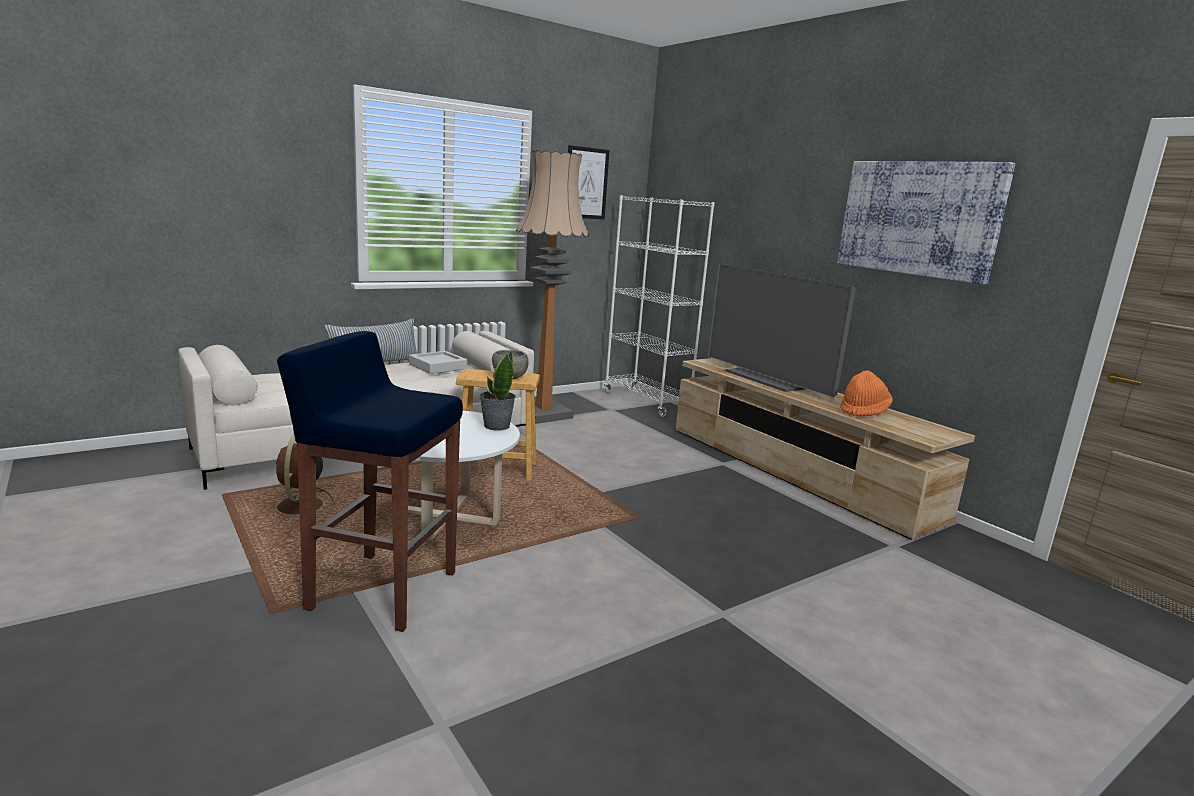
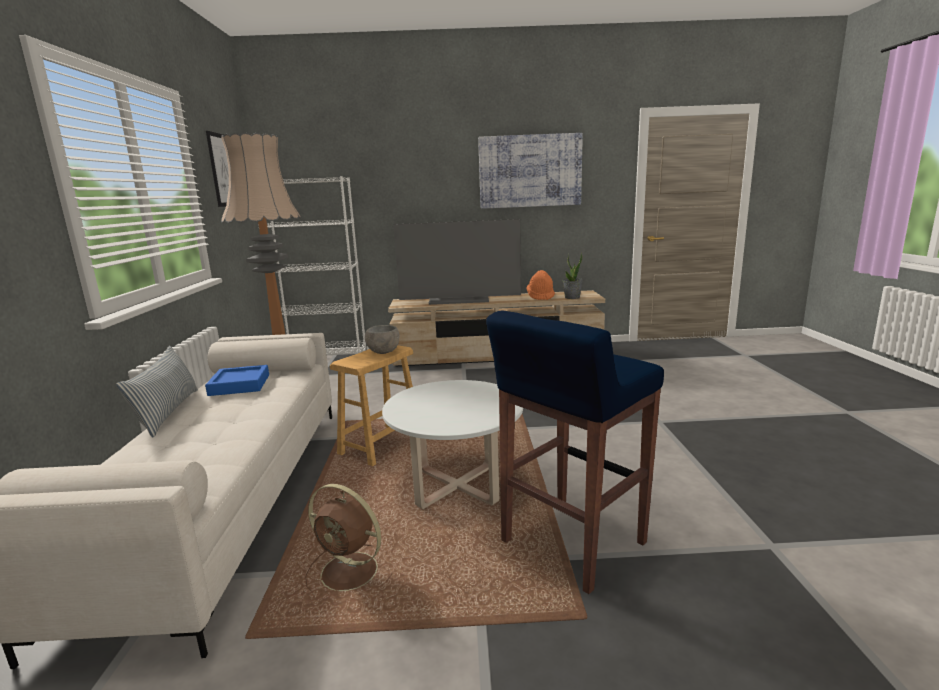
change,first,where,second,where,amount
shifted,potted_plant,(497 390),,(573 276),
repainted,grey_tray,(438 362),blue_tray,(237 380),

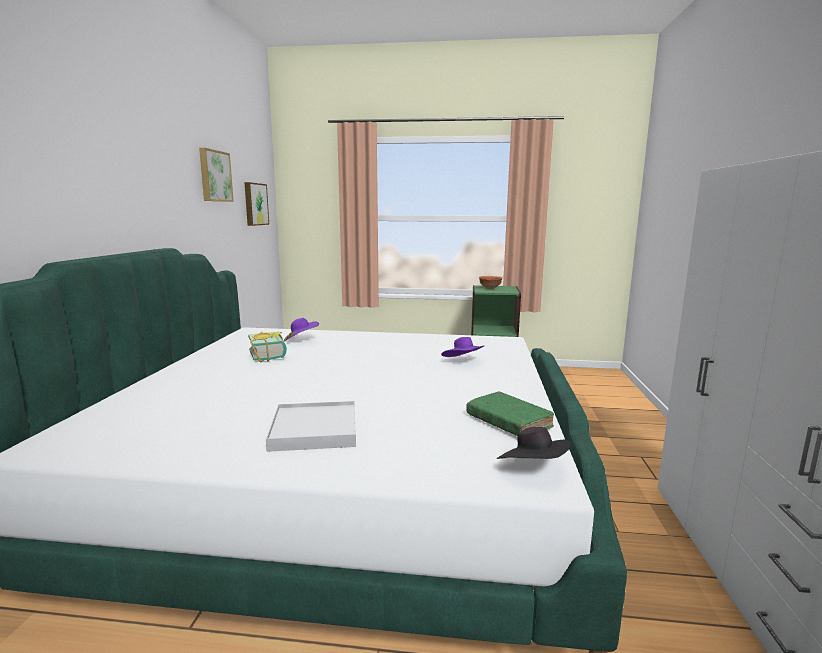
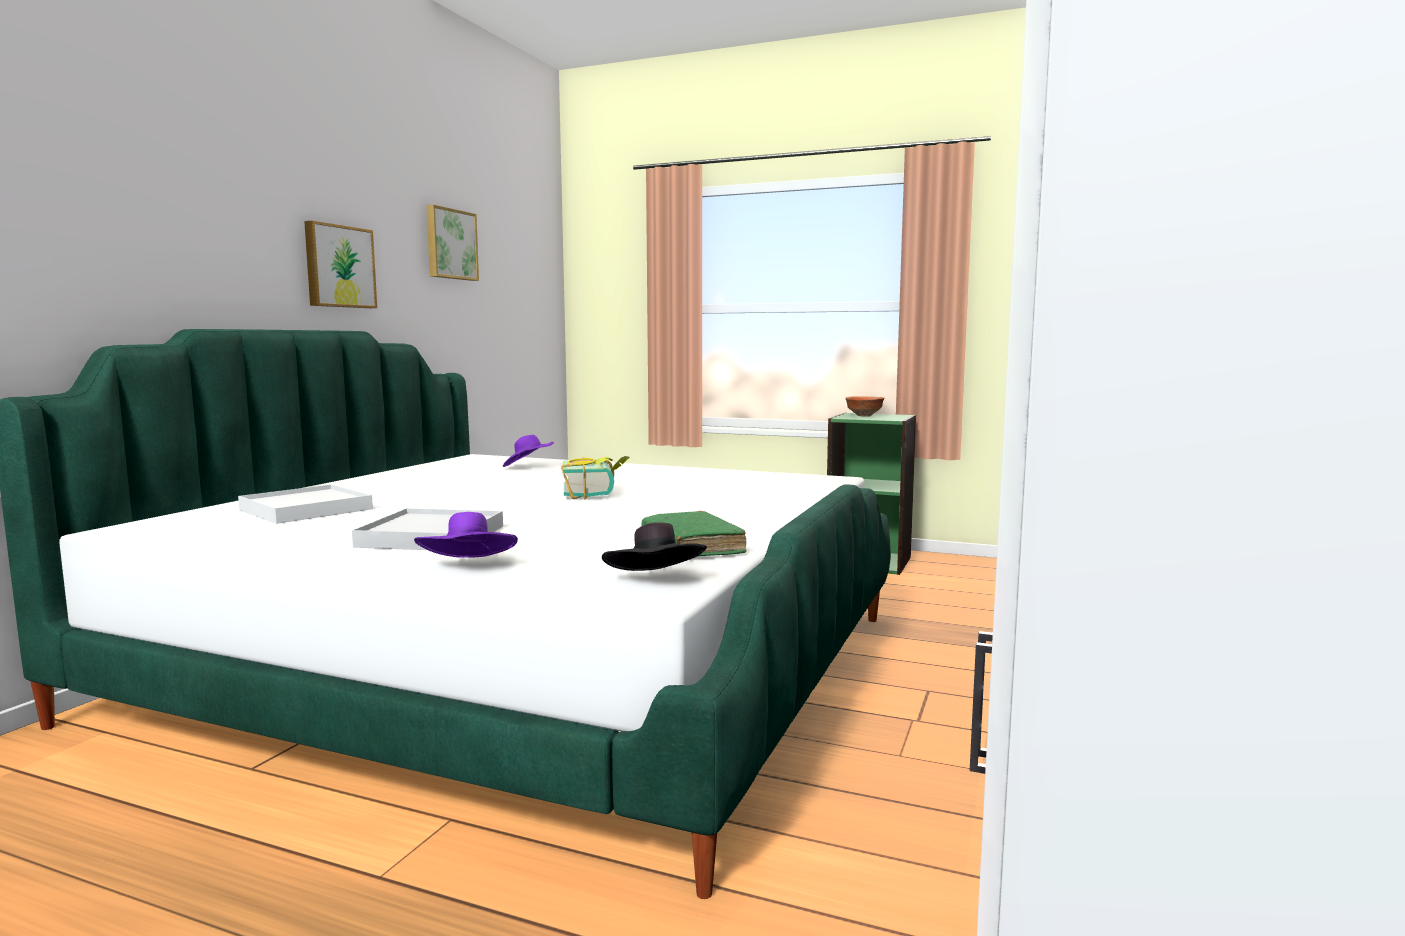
change,first,where,second,where,amount
new,,,white_tray,(305 504),
shifted,picture,(256 204),,(340 264),
shifted,book,(271 347),,(595 477),
shifted,purple_hat,(462 347),,(466 535),

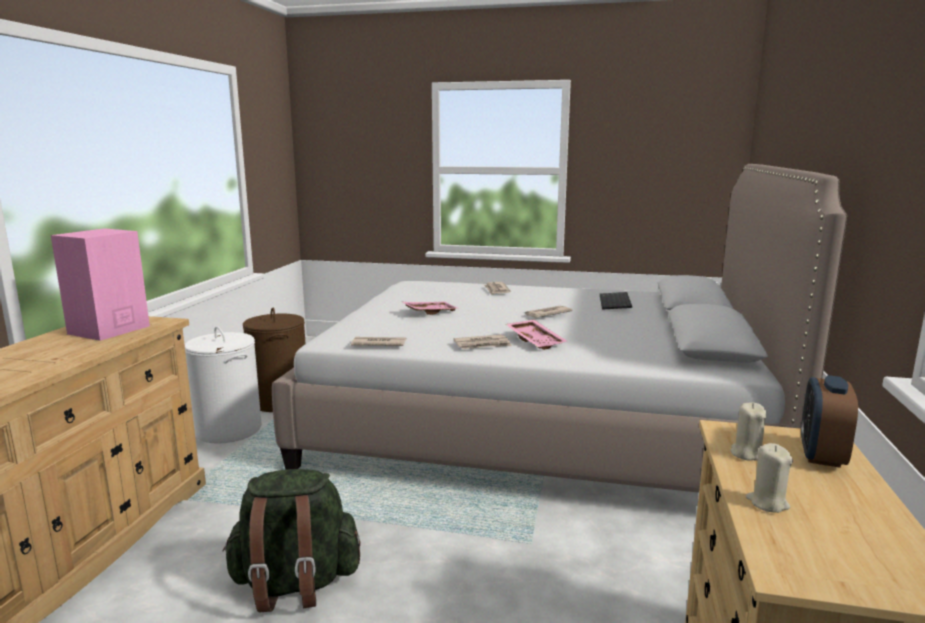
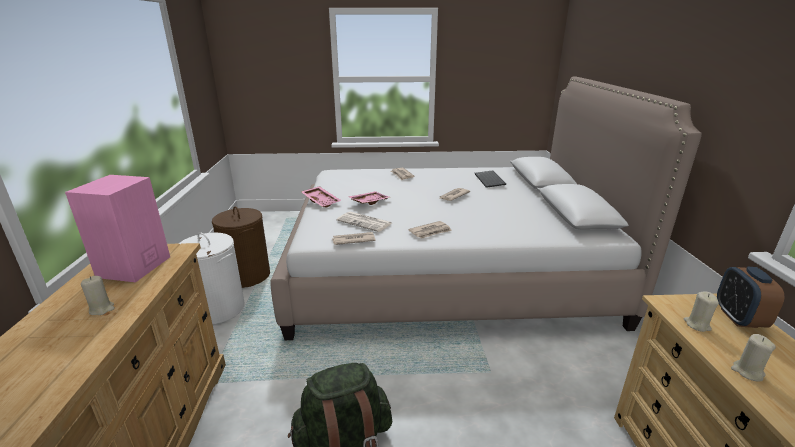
change,first,where,second,where,amount
new,,,beige_candle,(98 295),
new,,,newspaper,(364 221),
shifted,pink_tray,(536 335),,(321 197),

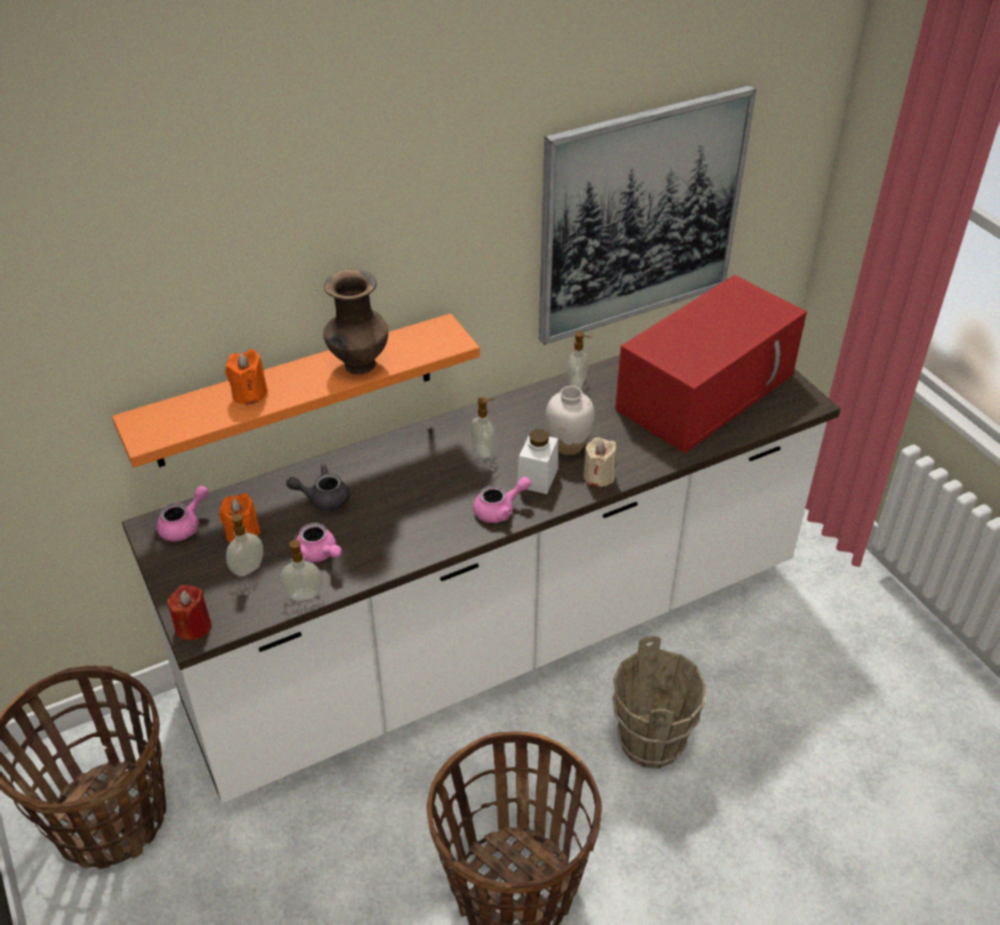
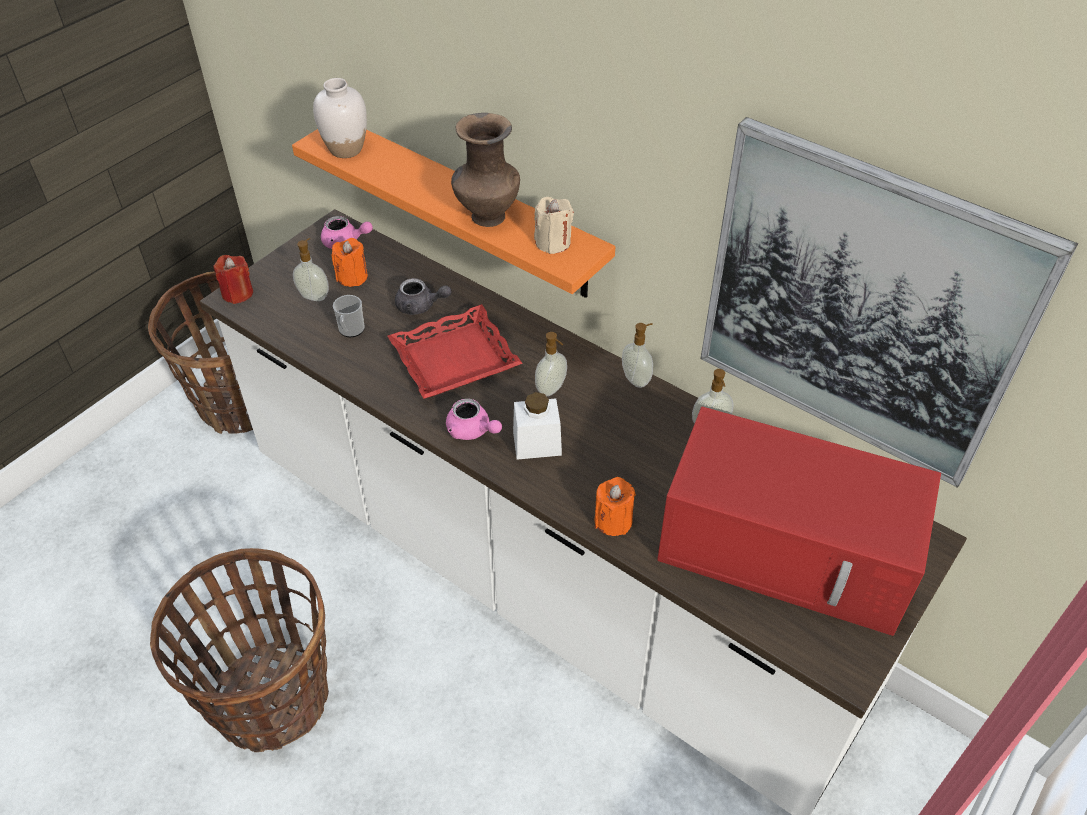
change,first,where,second,where,amount
gone,brown_bucket,(660 702),,,
new,,,red_tray,(455 351),
shifted,orange_candle,(246 377),,(615 506),
shifted,soap_dispenser,(301 567),,(637 355),
shifted,white_vase,(570 420),,(340 118),
shifted,beige_candle,(599 462),,(554 225),
swapped,pink_teapot,(316 542),mug,(349 316),
rotated,grey_teapot,(318 487),,(423 296),135 degrees clockwise

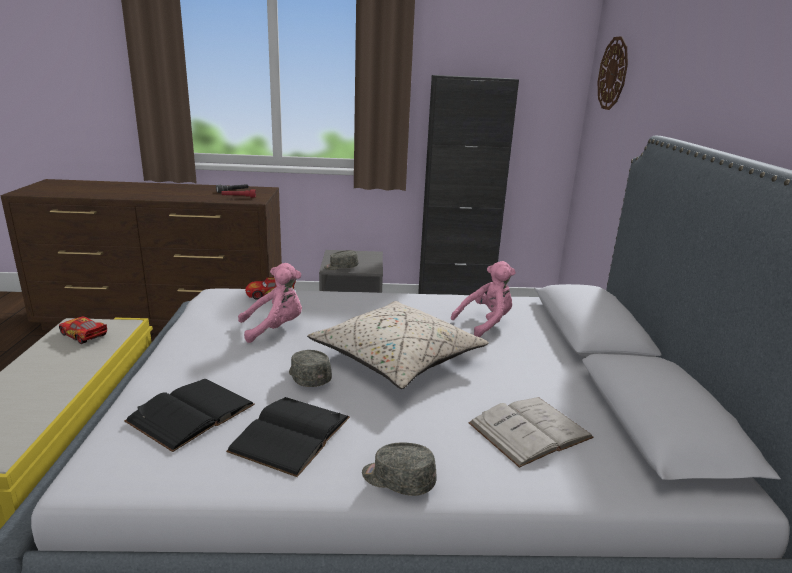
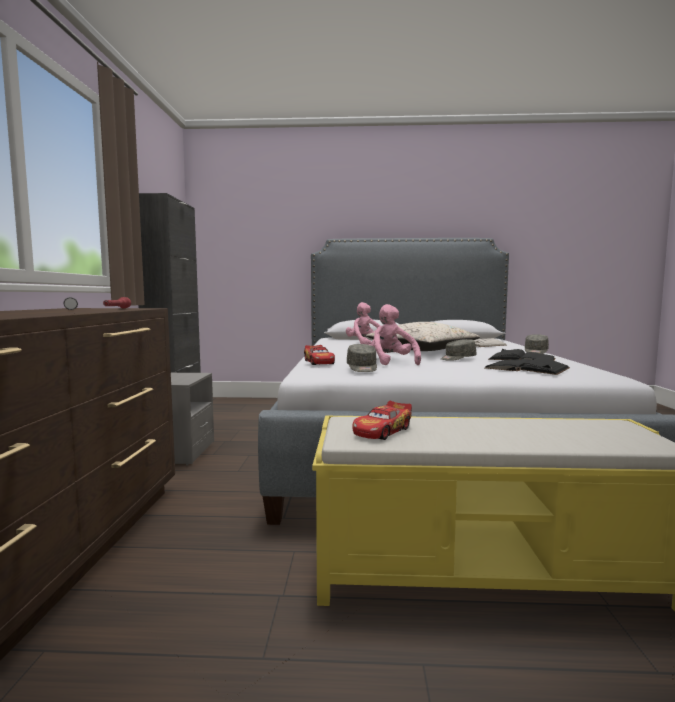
change,first,where,second,where,amount
gone,wall_clock,(613 73),,,
shifted,grey_cap,(341 260),,(362 358),

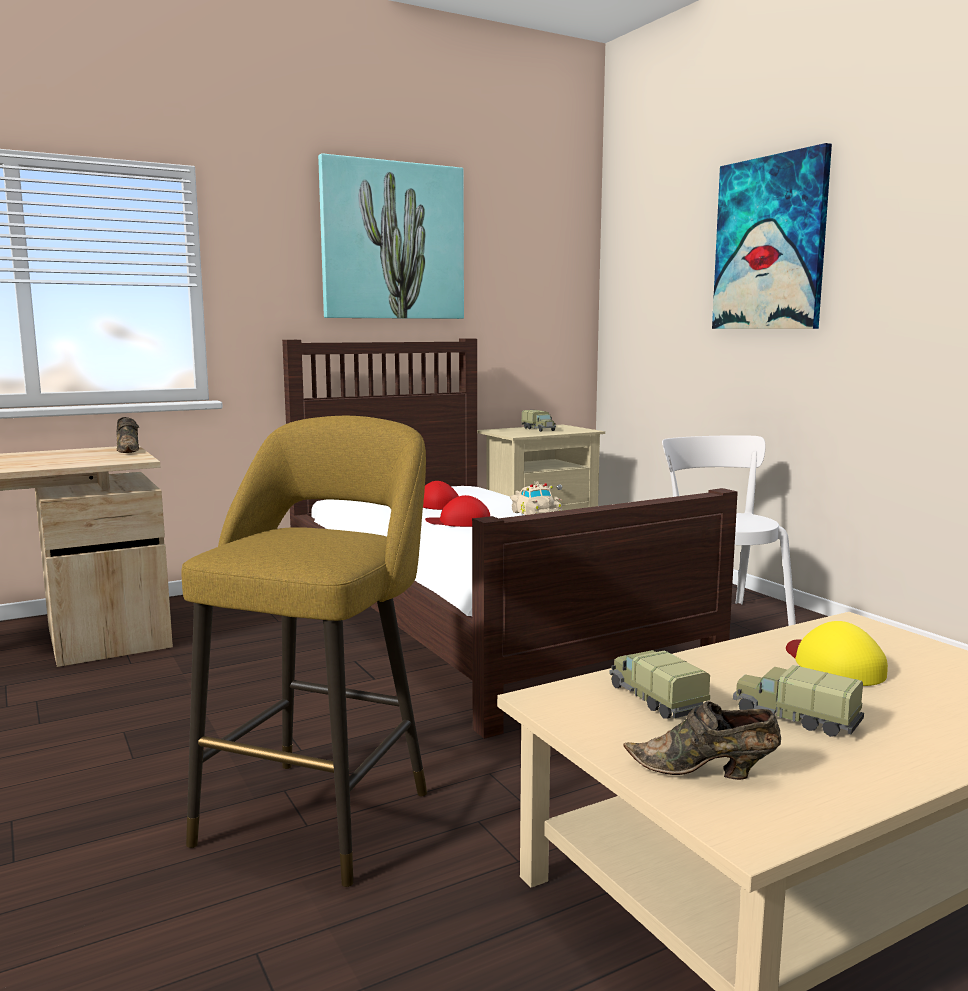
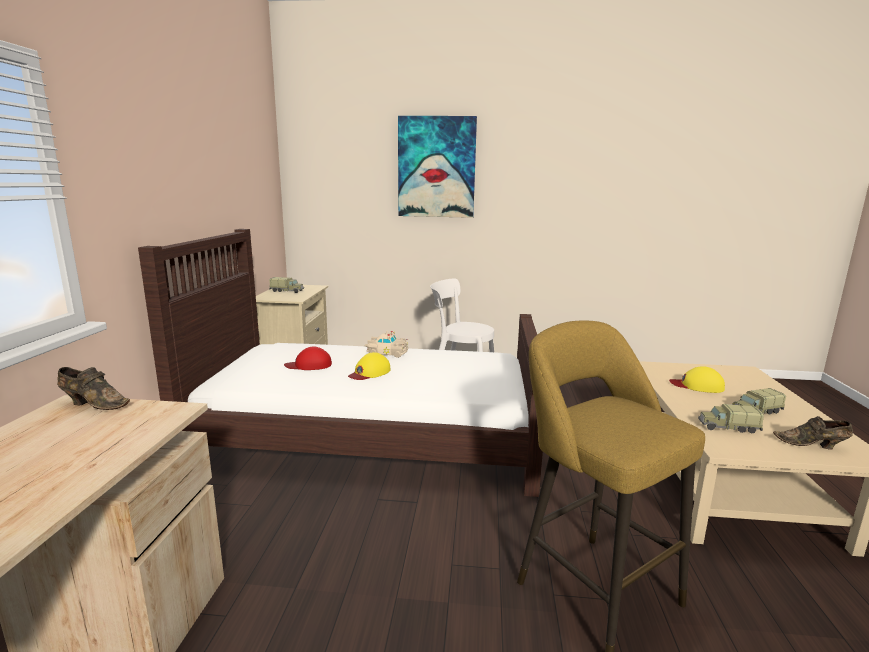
change,first,where,second,where,amount
gone,picture,(391 236),,,
repainted,red_cap,(457 511),yellow_cap,(369 366),
rotated,brown_shoe,(702 740),,(813 433),60 degrees clockwise

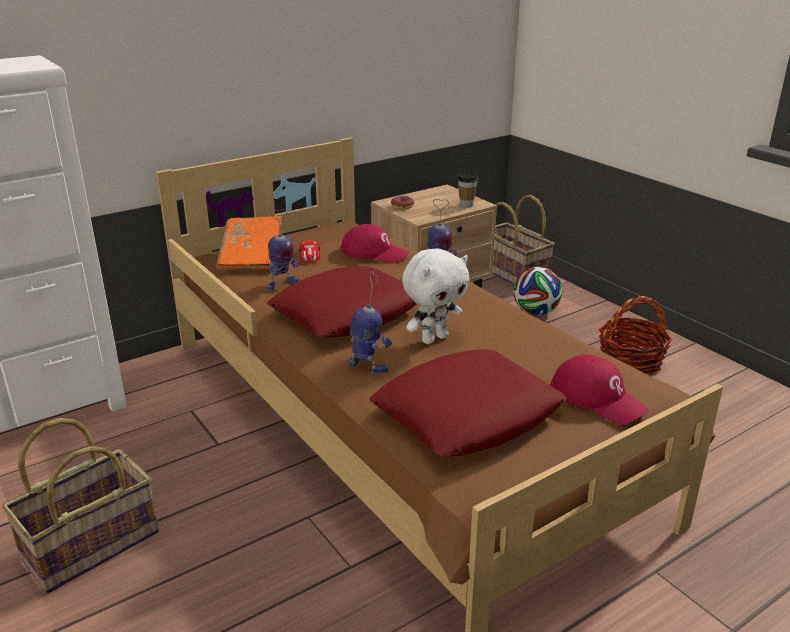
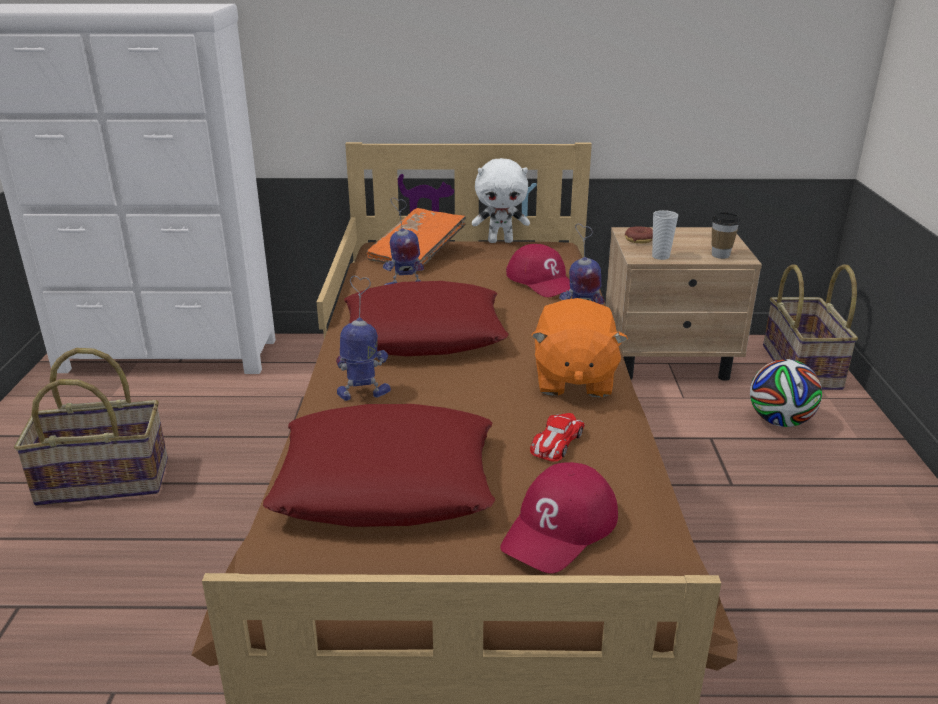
change,first,where,second,where,amount
gone,basket,(635 336),,,
new,,,orange_plush_toy,(579 347),
new,,,cup,(665 235),
shifted,toy_car,(309 251),,(557 437),
shifted,white_plush_toy,(436 296),,(501 200),
rotated,toy_robot,(370 322),,(363 338),75 degrees counterclockwise
rotated,red_cap,(600 389),,(559 518),45 degrees clockwise

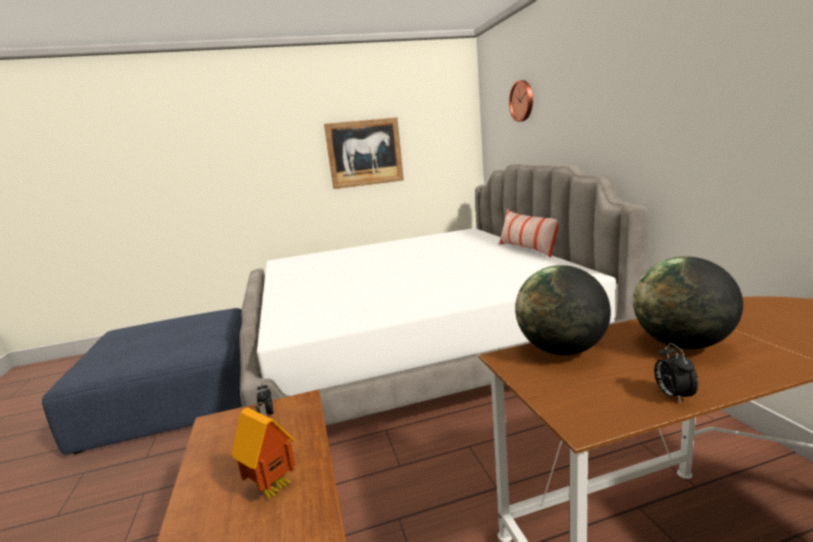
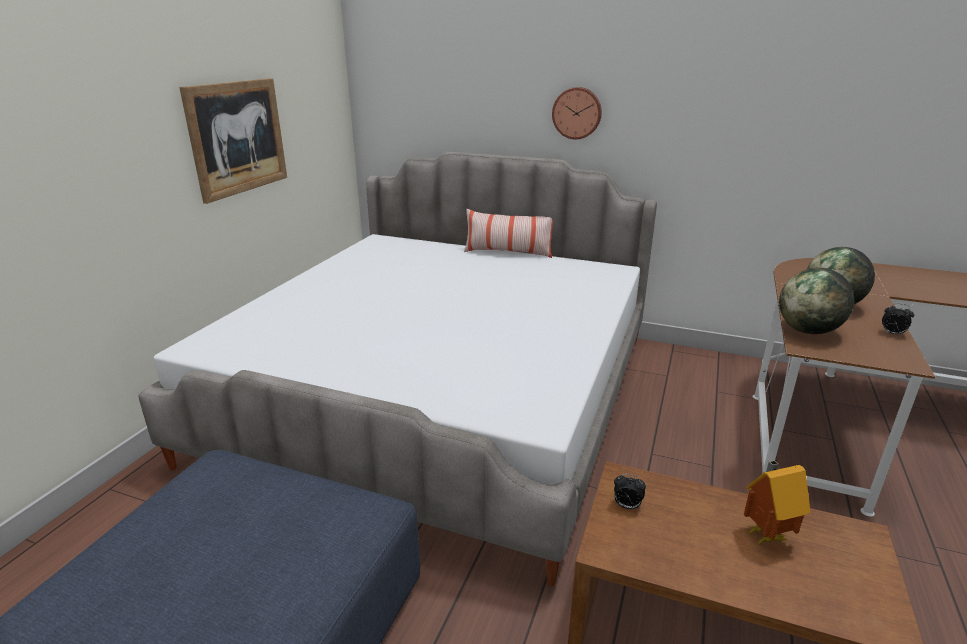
change,first,where,second,where,amount
shifted,wall_clock,(521 101),,(577 113),

